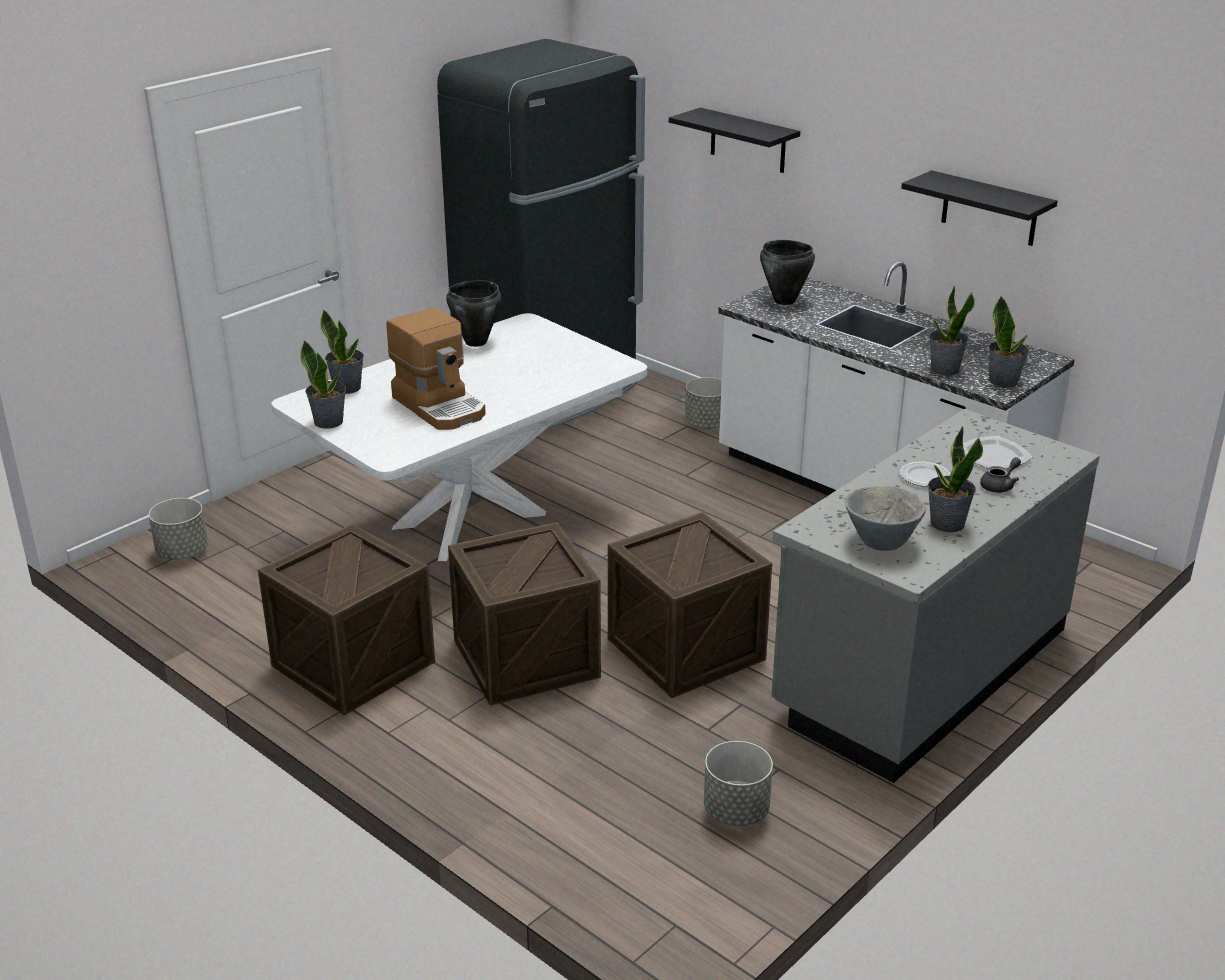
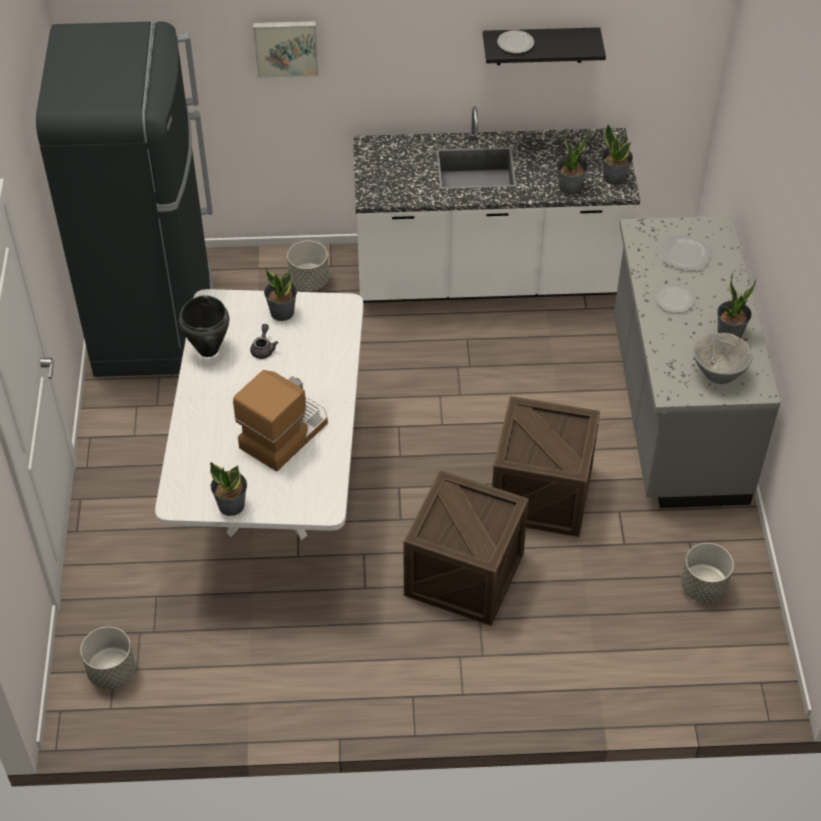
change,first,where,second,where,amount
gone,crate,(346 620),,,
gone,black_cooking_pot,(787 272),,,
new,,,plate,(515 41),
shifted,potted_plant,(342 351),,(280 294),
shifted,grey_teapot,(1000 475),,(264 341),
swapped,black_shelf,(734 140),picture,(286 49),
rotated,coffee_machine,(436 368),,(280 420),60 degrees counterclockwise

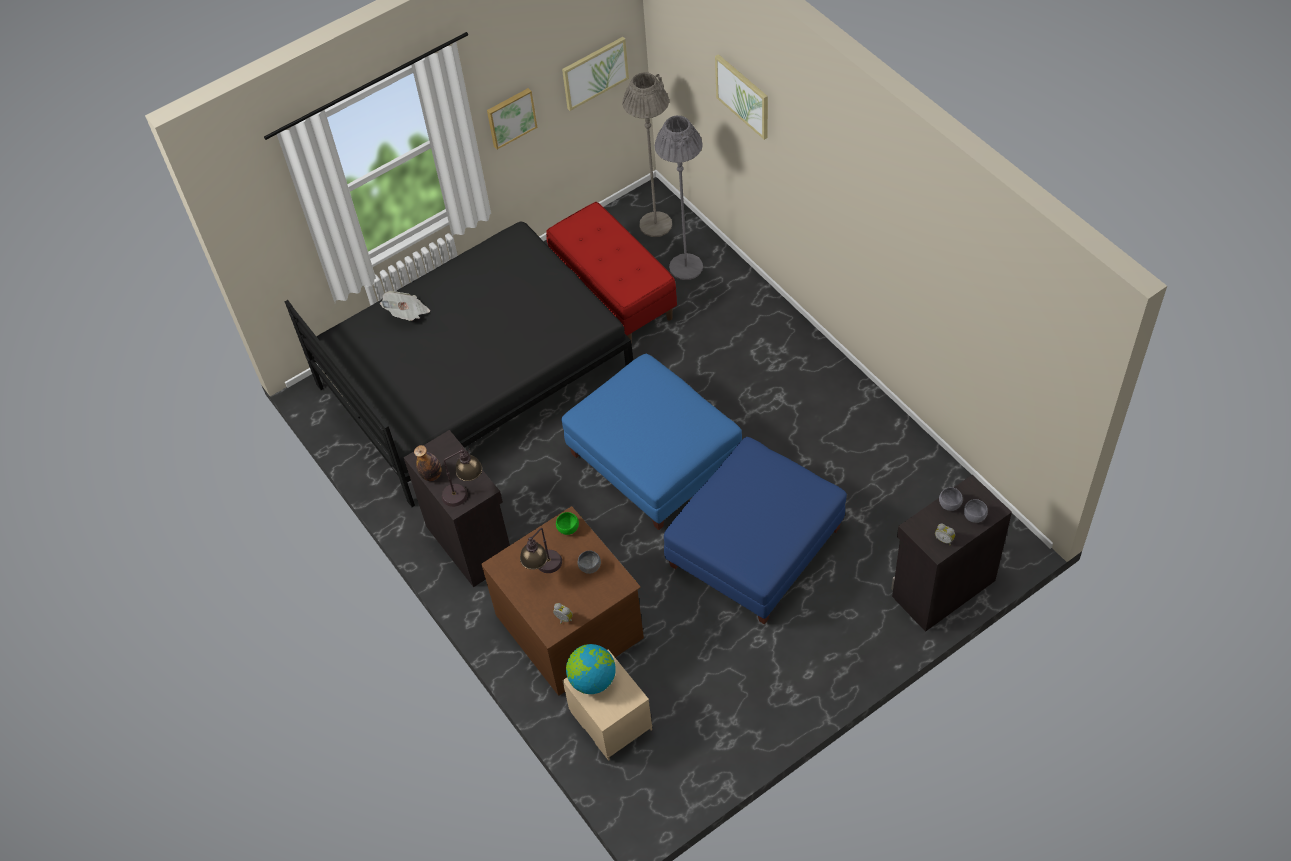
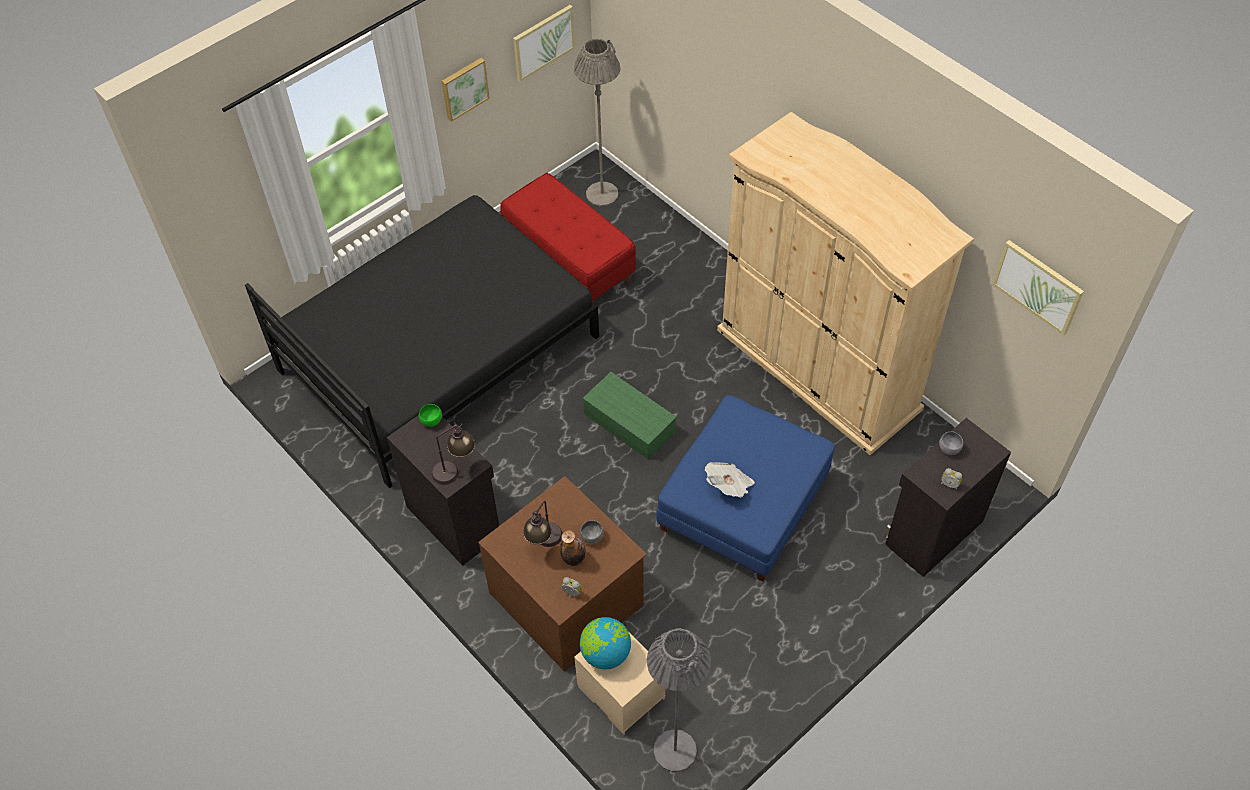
change,first,where,second,where,amount
gone,grey_bowl,(976 511),,,
new,,,beige_wardrobe,(845 283),
shifted,newspaper,(405 306),,(730 480),
shifted,bottle,(428 463),,(573 548),
shifted,green_bowl,(567 523),,(430 415),
shifted,grey_floor_lamp,(679 198),,(679 700),
shifted,picture,(741 97),,(1038 287),
swapped,blue_ottoman,(651 442),green_storage_box,(629 416),

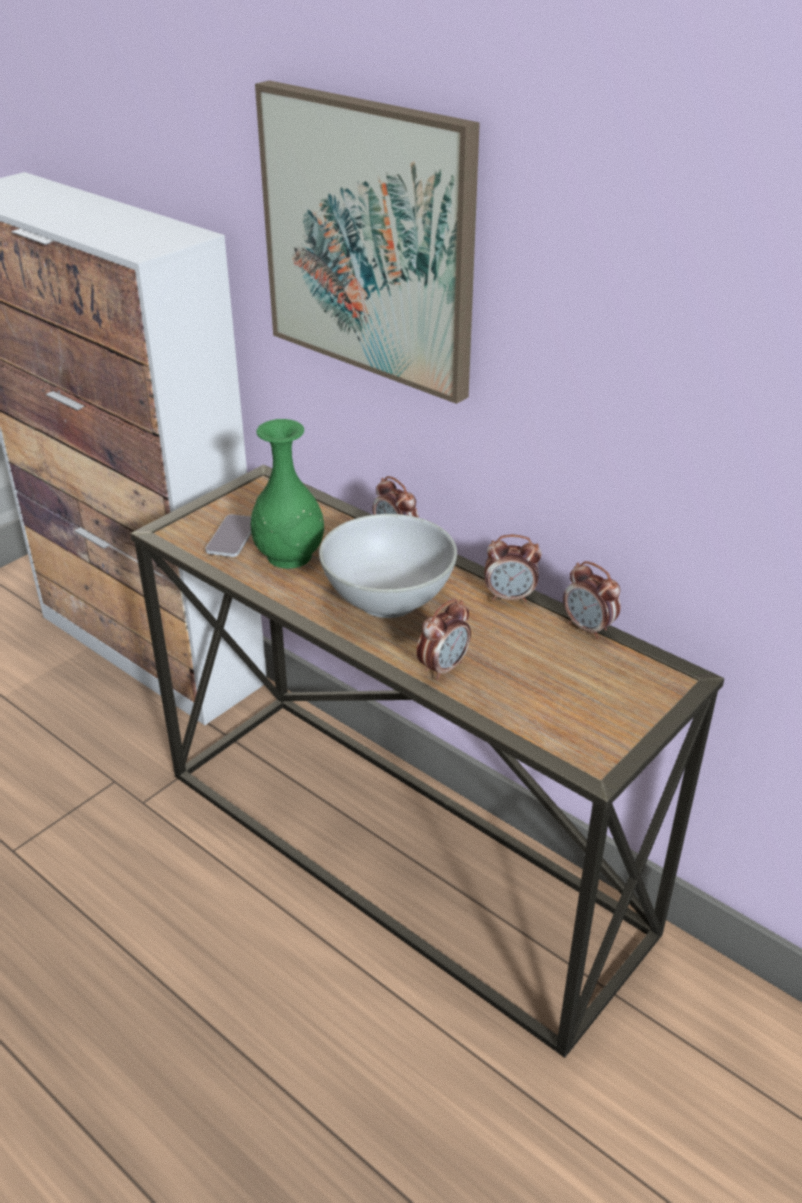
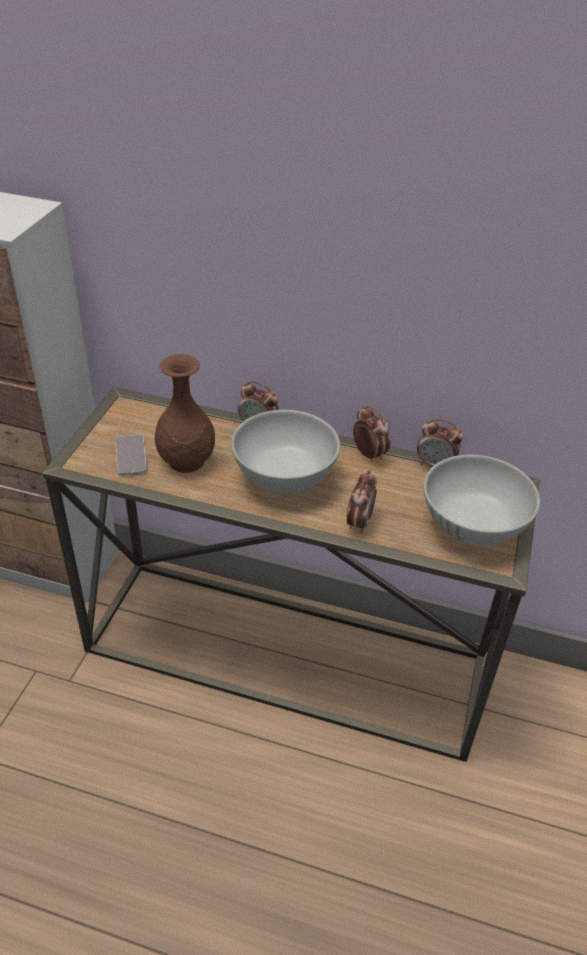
change,first,where,second,where,amount
gone,picture,(367 242),,,
new,,,white_bowl,(482 500),
repainted,green_vase,(287 494),brown_vase,(184 413),
rotated,alarm_clock,(513 569),,(371 434),105 degrees counterclockwise

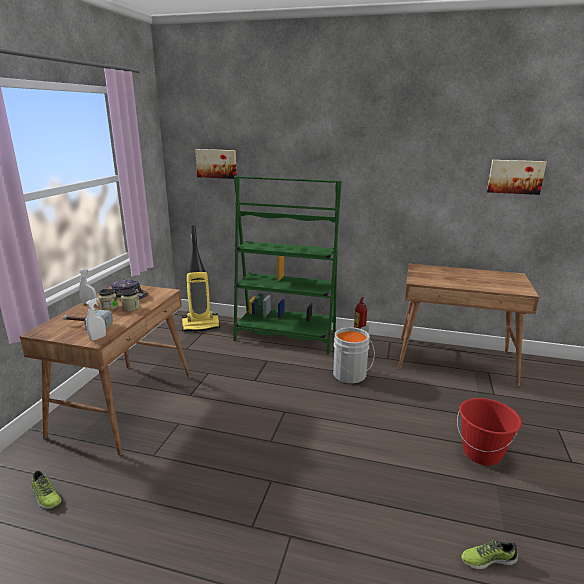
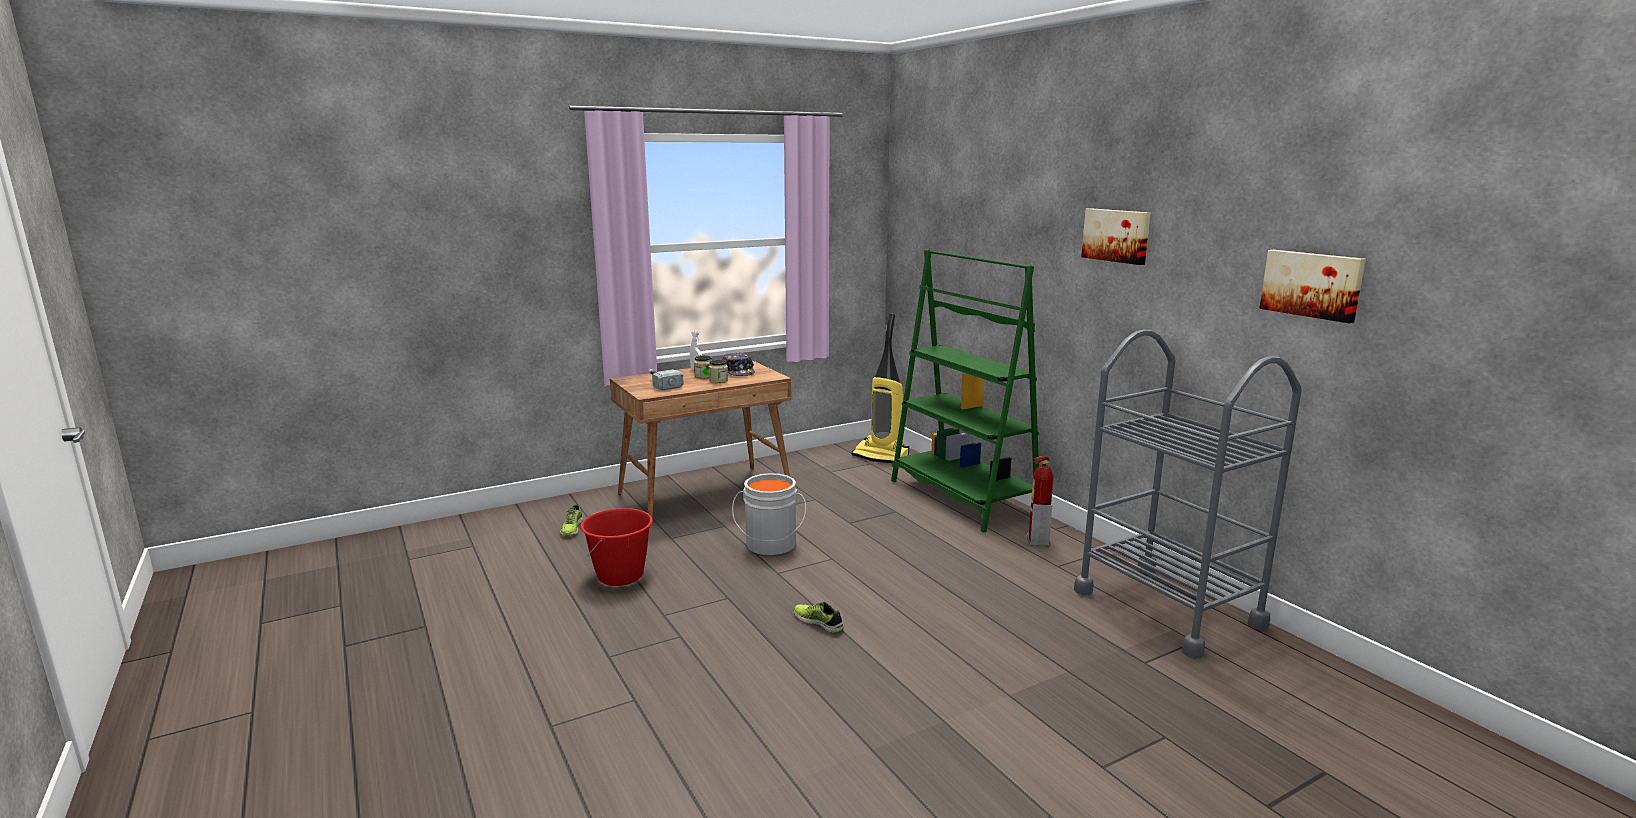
change,first,where,second,where,amount
gone,white_spray_bottle,(96 319),,,
shifted,picture,(216 164),,(1116 236),
shifted,grey_bucket,(354 355),,(769 514),
shifted,red_bucket,(489 432),,(616 547),
shifted,shoe,(489 555),,(819 617),
swapped,brown_desk,(468 325),grey_cart,(1188 494),

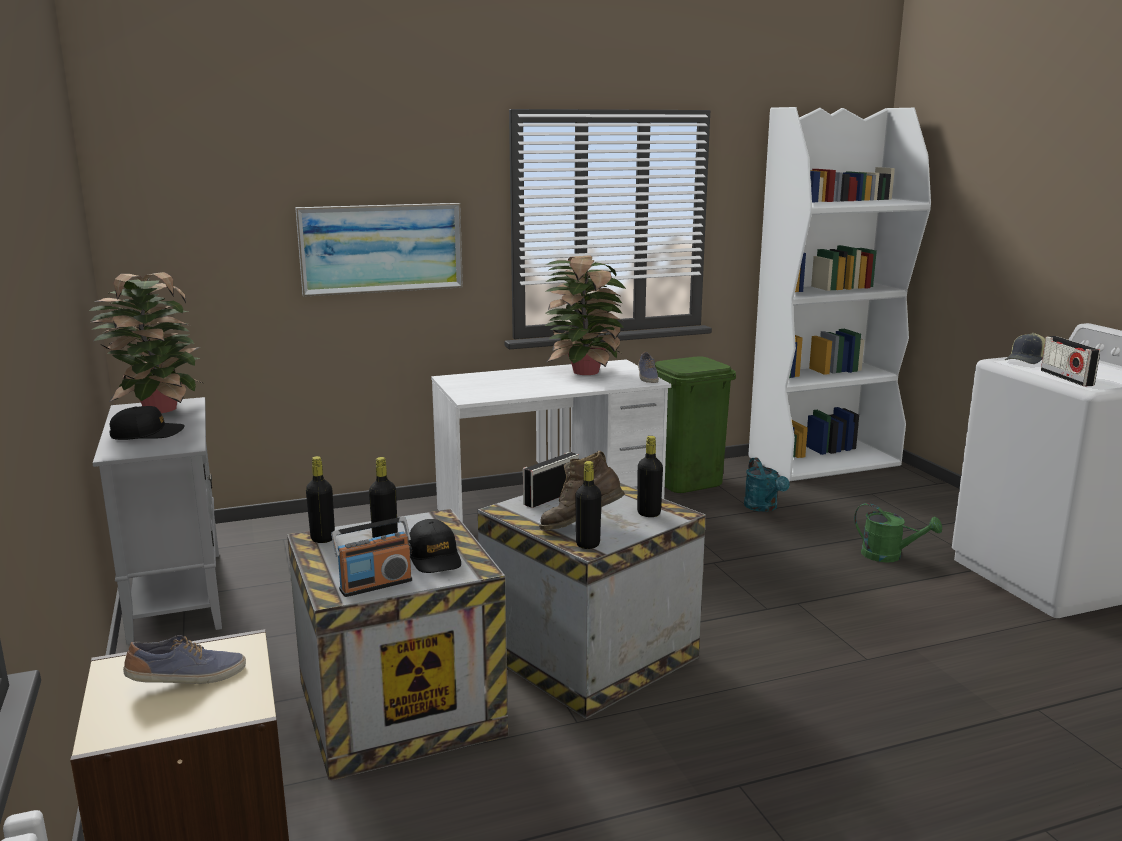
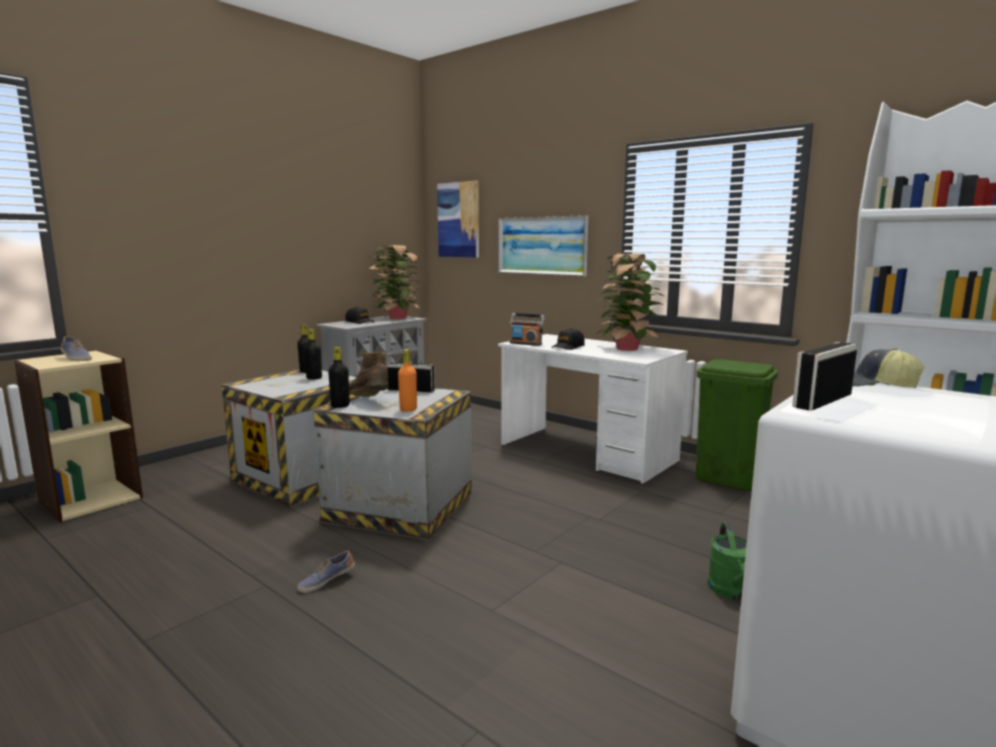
change,first,where,second,where,amount
gone,turquoise_watering_can,(767 484),,,
new,,,picture,(458 219),
shifted,radio,(371 557),,(527 329),
shifted,black_cap,(434 546),,(568 339),
shifted,shoe,(648 367),,(326 571),
repainted,black_bottle,(650 476),orange_bottle,(407 380),

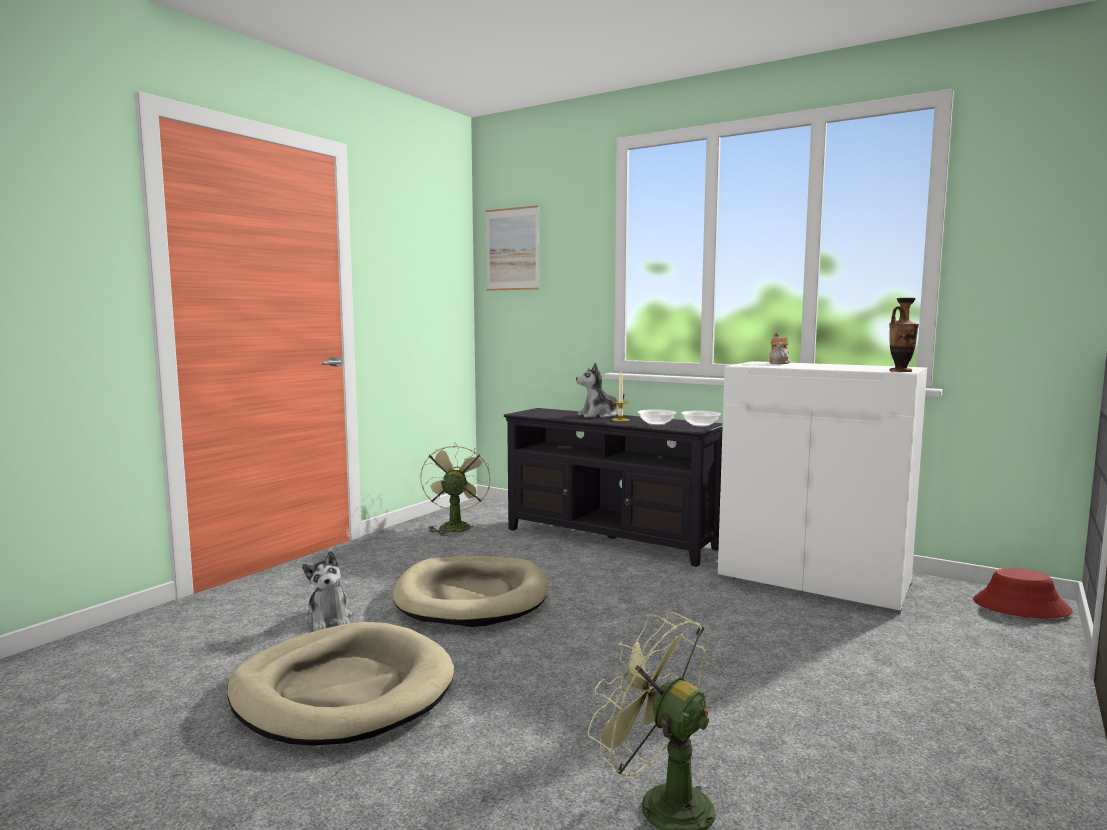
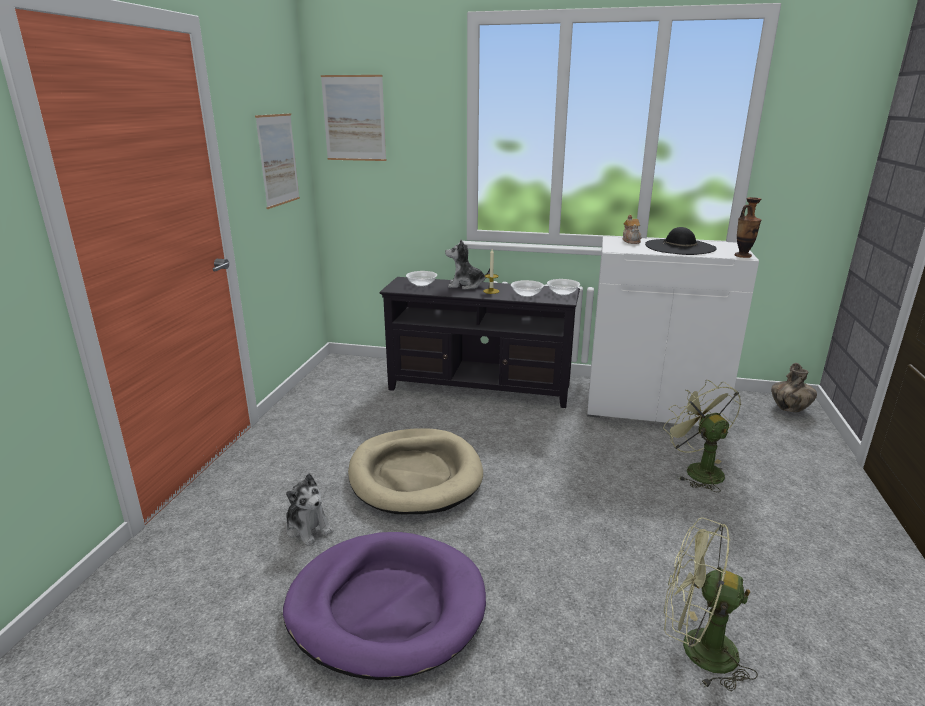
change,first,where,second,where,amount
new,,,picture,(277 161),
new,,,bowl,(421 279),
new,,,black_hat,(681 241),
shifted,green_fan,(455 489),,(702 436),
swapped,red_hat,(1023 593),vase,(794 387),
repainted,beige_dog_bed,(340 684),purple_dog_bed,(384 606),
rotated,plush_toy,(600 390),,(467 264),45 degrees clockwise

